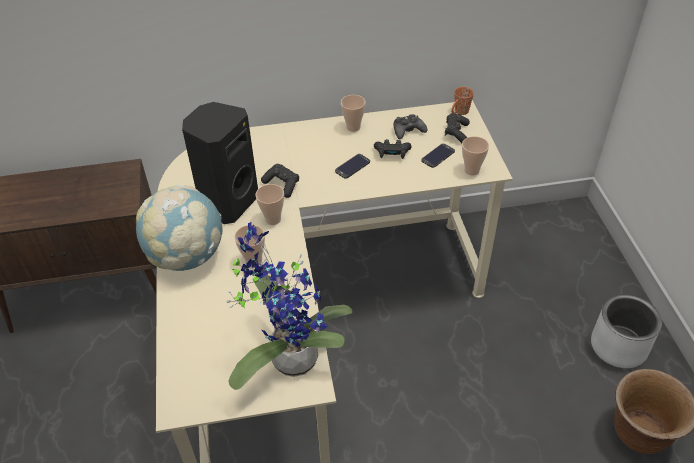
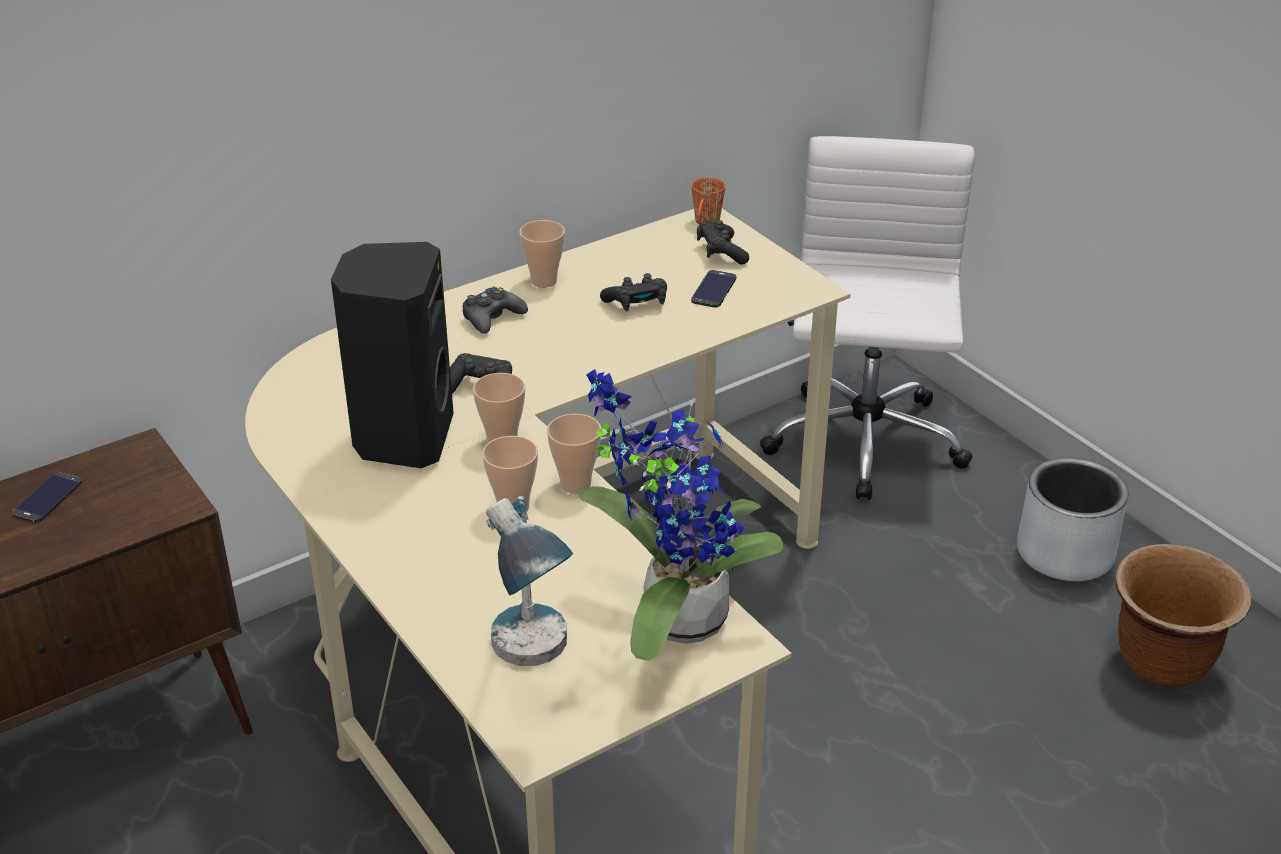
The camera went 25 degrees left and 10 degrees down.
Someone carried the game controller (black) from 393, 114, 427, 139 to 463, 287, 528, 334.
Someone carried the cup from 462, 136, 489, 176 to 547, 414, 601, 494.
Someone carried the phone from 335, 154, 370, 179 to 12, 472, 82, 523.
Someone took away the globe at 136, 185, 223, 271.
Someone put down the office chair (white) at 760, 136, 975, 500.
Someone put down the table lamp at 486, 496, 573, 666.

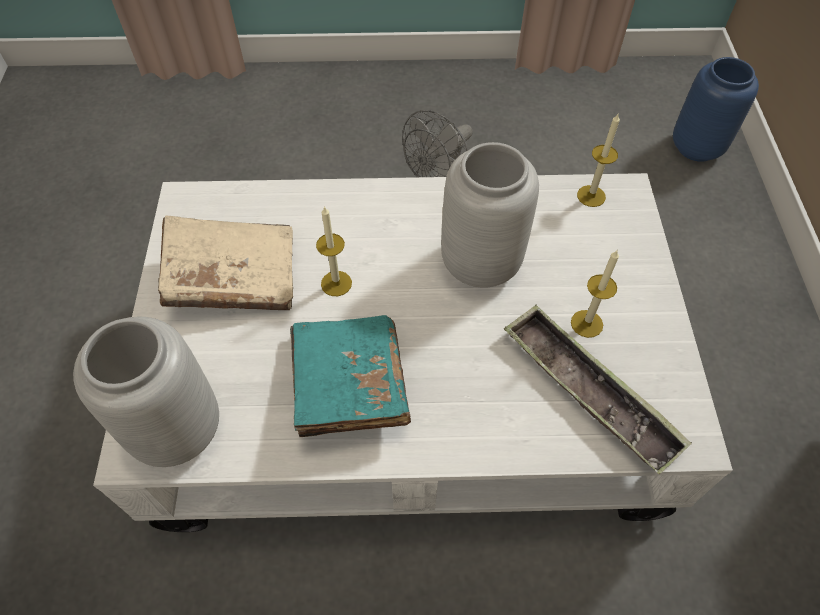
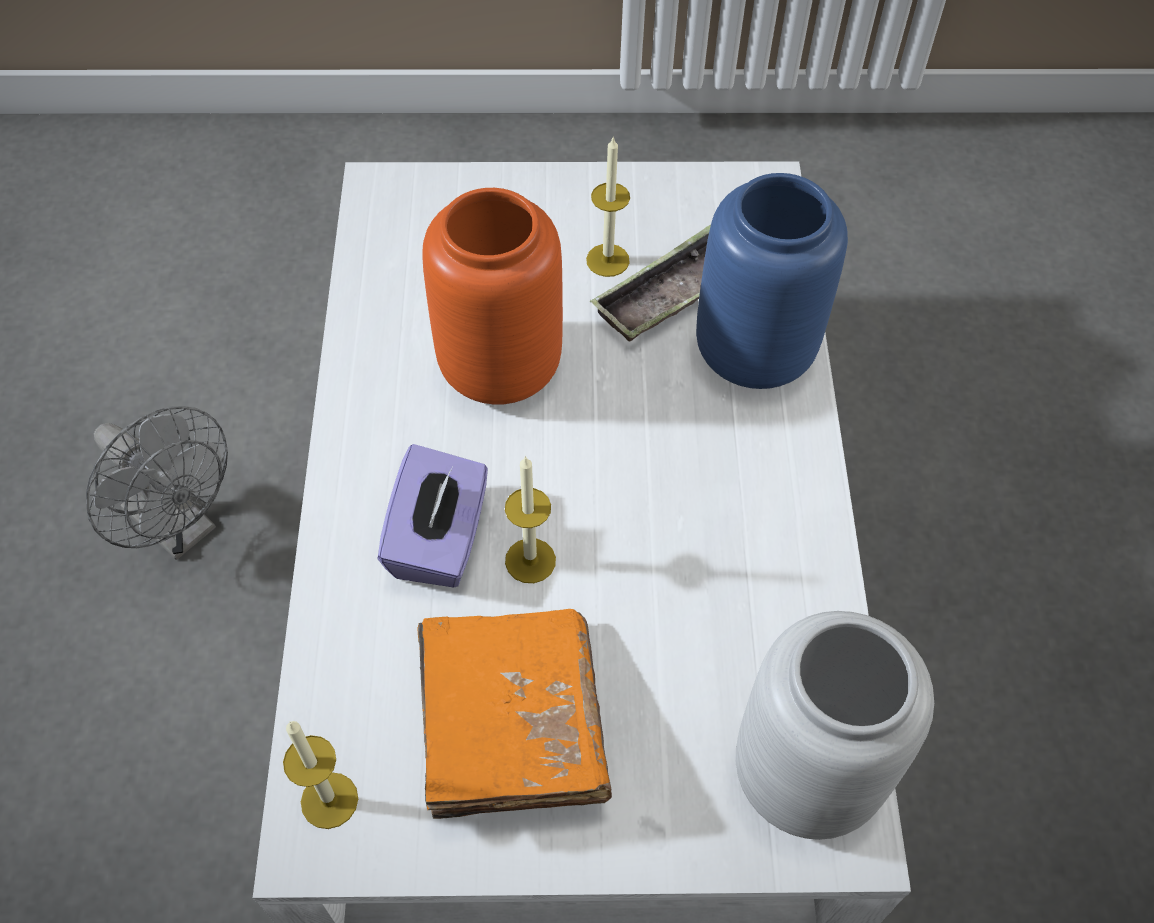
The camera went 90 degrees left and 0 degrees up.
Someone carried the vase (blue) from 673, 57, 759, 162 to 696, 173, 848, 389.
Someone carried the candle from 577, 114, 620, 207 to 283, 721, 358, 829.
Someone repainted the vase (grey) at 441, 142, 539, 288, which became the vase (orange) at 422, 188, 563, 405.
Someone repainted the book (beige) at 158, 215, 293, 310, which became the book (orange) at 417, 609, 612, 819.
Someone took away the book (turquoise) at 290, 315, 411, 437.
Someone put down the tissue box (purple) at 378, 444, 488, 587.

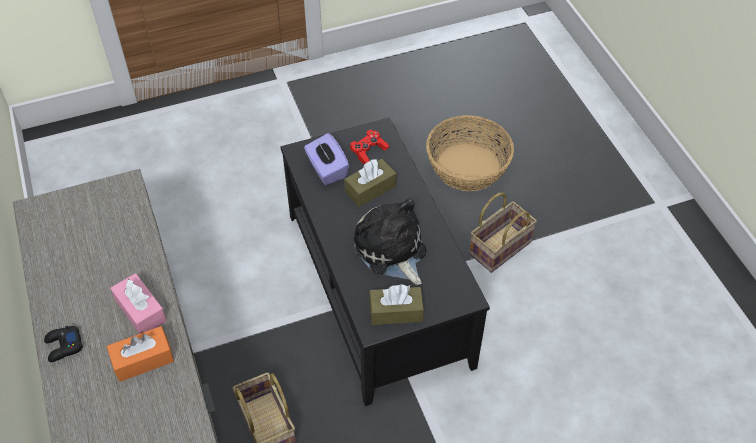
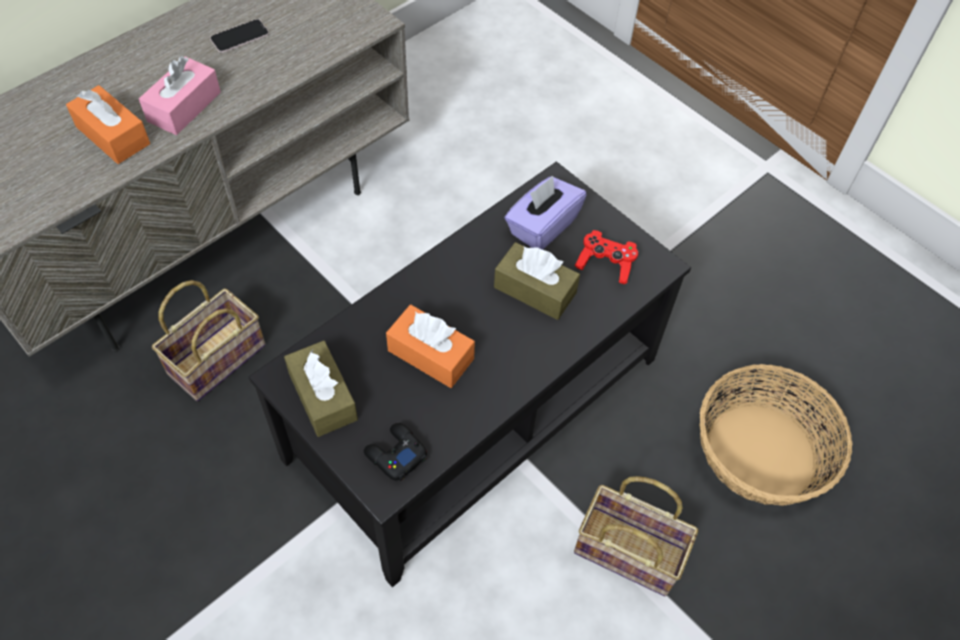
The camera went 65 degrees right and 5 degrees up.
Someone swapped the plush toy at 354, 198, 426, 285 for the tissue box (orange) at 386, 305, 475, 388.
Someone carried the game controller (black) from 44, 326, 83, 362 to 364, 423, 427, 481.
Someone put down the phone at 210, 19, 269, 53.

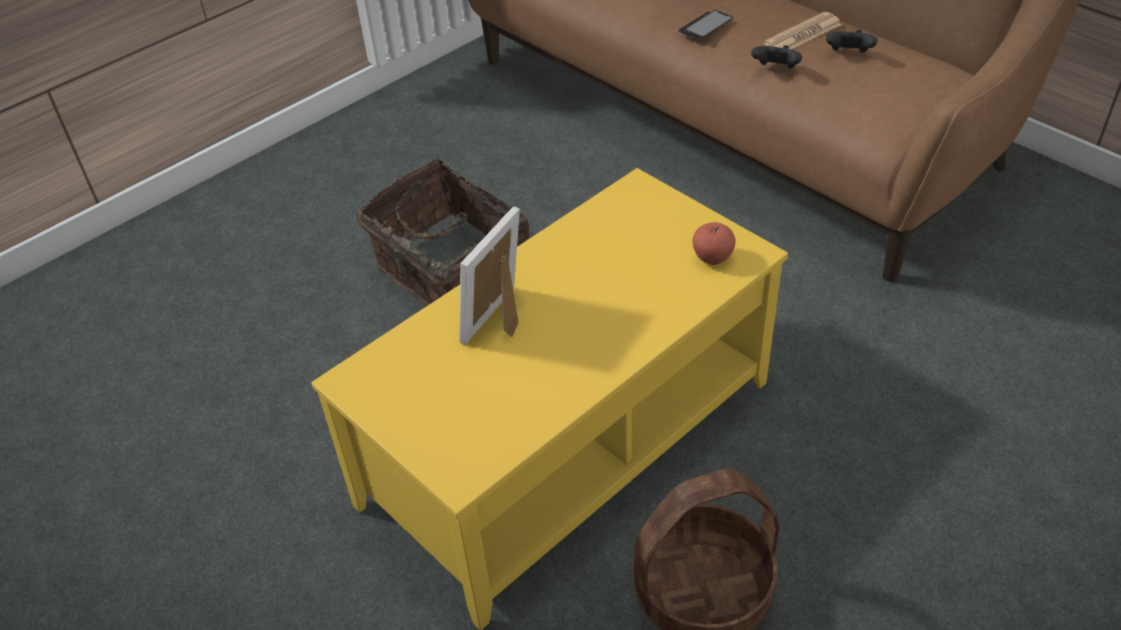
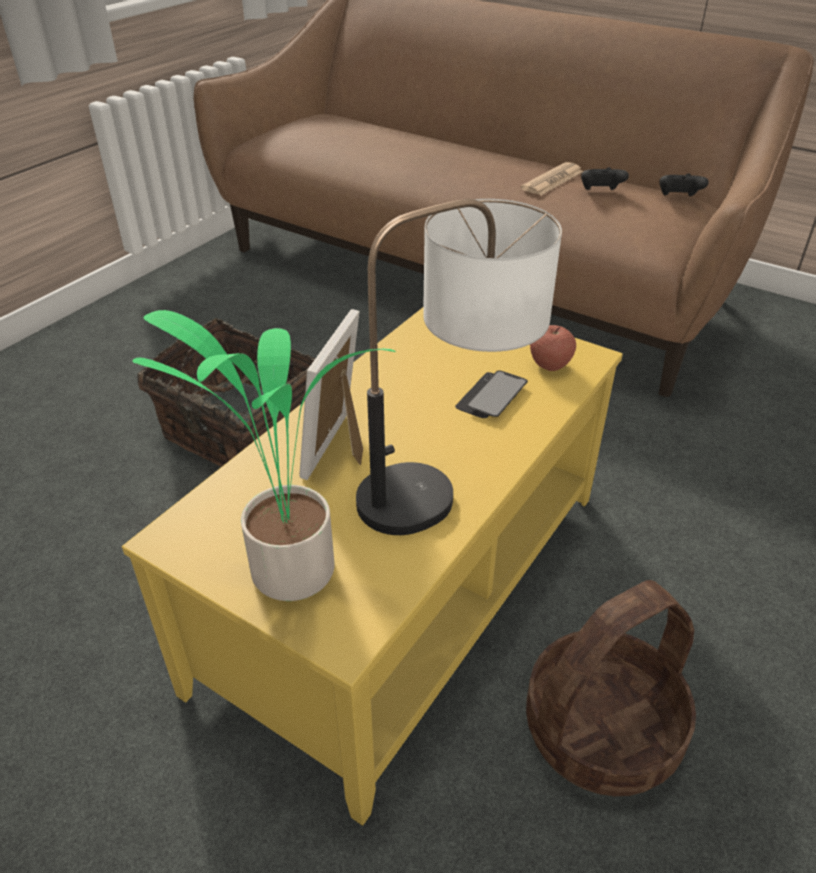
The camera went 15 degrees left and 5 degrees down.
Someone carried the phone from 678, 10, 733, 39 to 455, 371, 528, 418.
Someone carried the game controller (black) from 751, 45, 802, 68 to 659, 174, 709, 197.
Someone put down the table lamp at 356, 199, 562, 535.
Someone put down the potted plant at 132, 310, 396, 601.

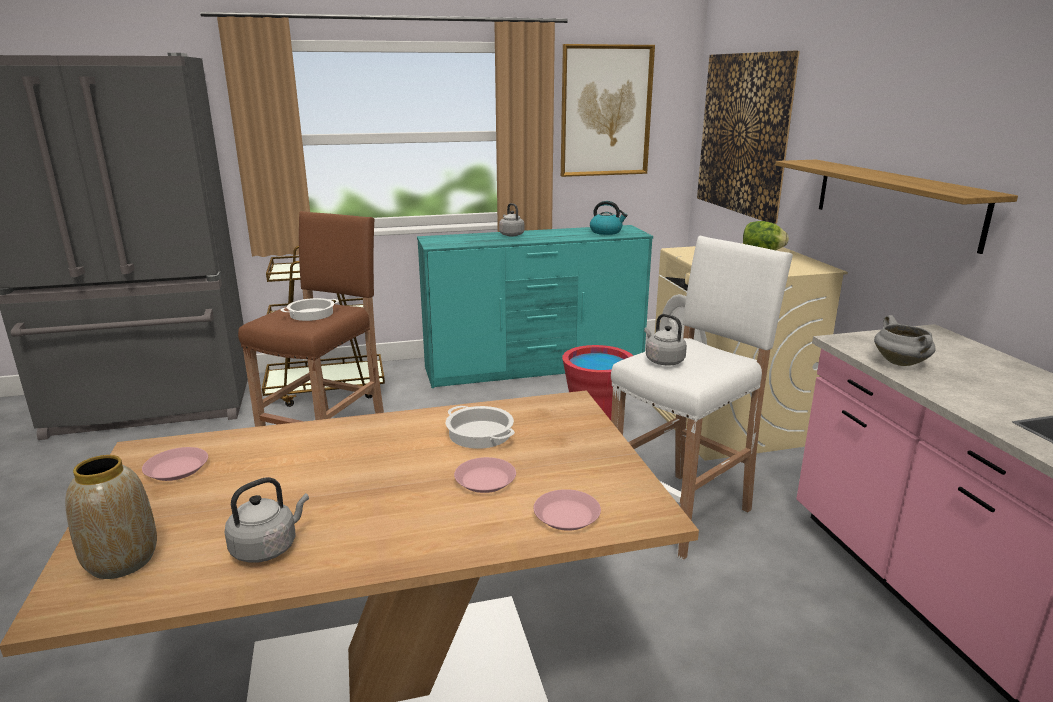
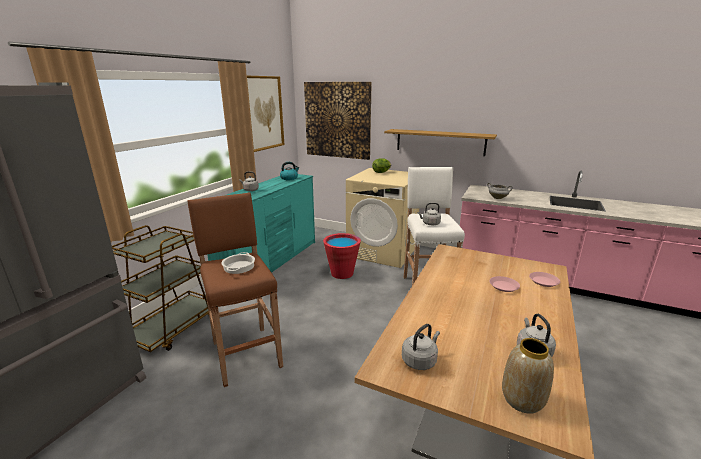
The camera went 50 degrees left and 0 degrees up.
Someone took away the cooking pot at 446, 406, 515, 449.
Someone swapped the plate (pink) at 142, 447, 208, 481 for the kettle (grey) at 402, 324, 440, 370.

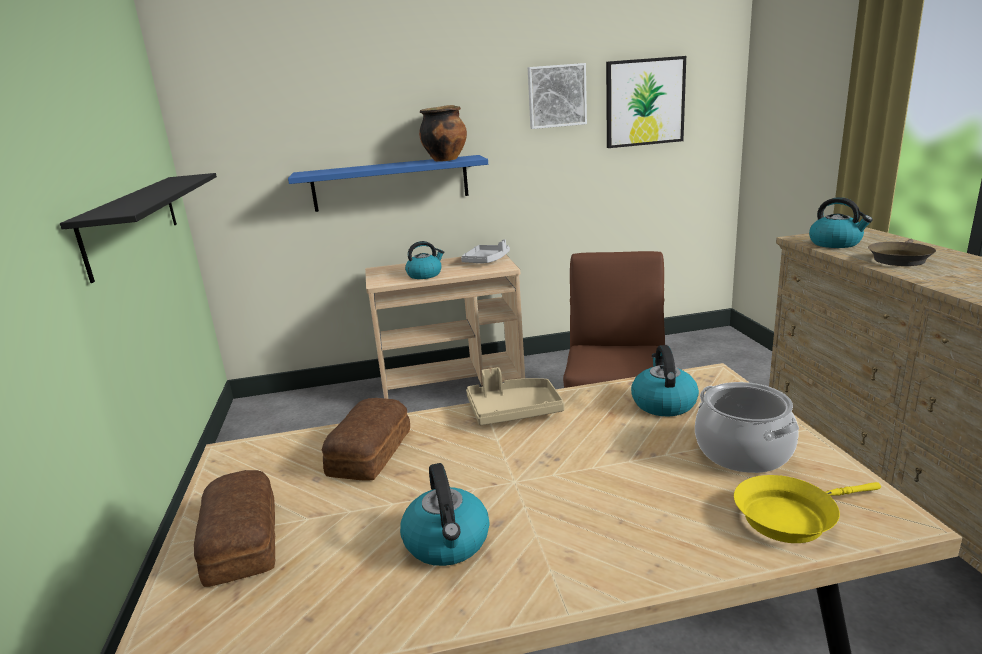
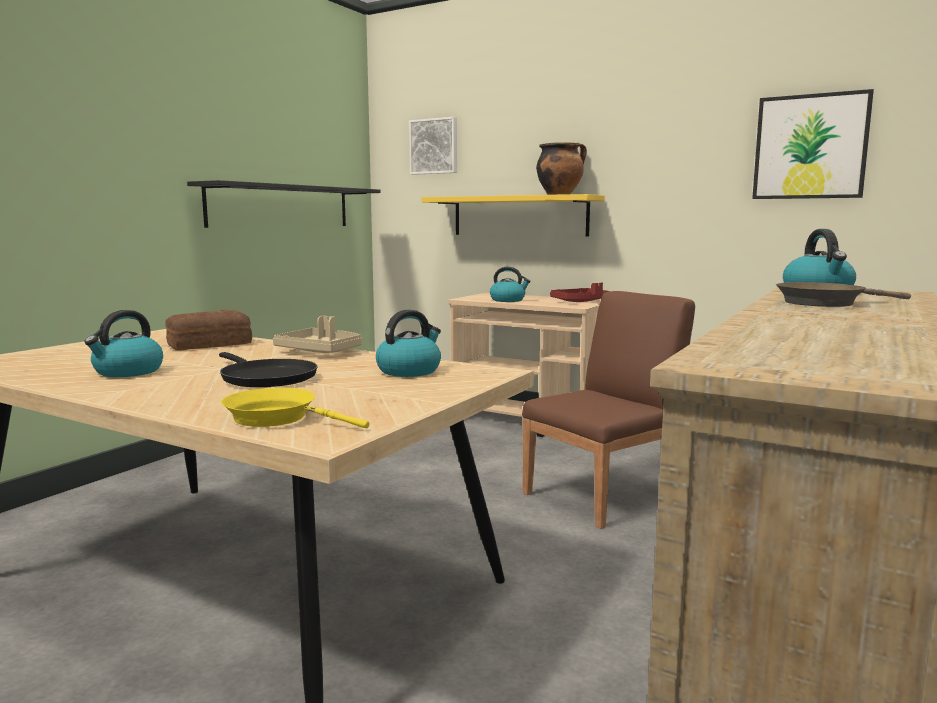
The camera went 40 degrees right and 10 degrees down.
Someone carried the picture from 528, 63, 587, 129 to 409, 117, 457, 175.
Someone repainted the shelf (blue) at 288, 155, 488, 212, which became the shelf (yellow) at 422, 194, 605, 236.
Someone repainted the tray (grey) at 461, 239, 510, 263, which became the tray (red) at 550, 283, 609, 302.
Someone took away the cooking pot at 695, 382, 799, 473.
Someone took away the bread at 194, 470, 275, 587.
Someone put down the frying pan (black) at 219, 352, 318, 387.

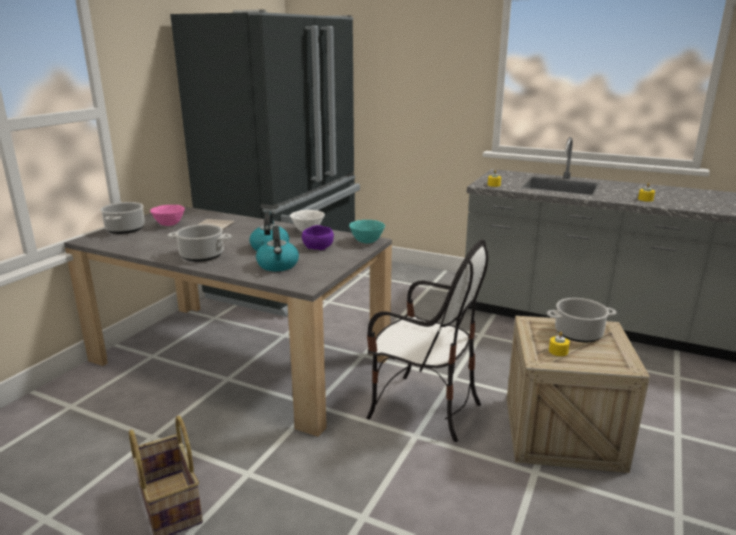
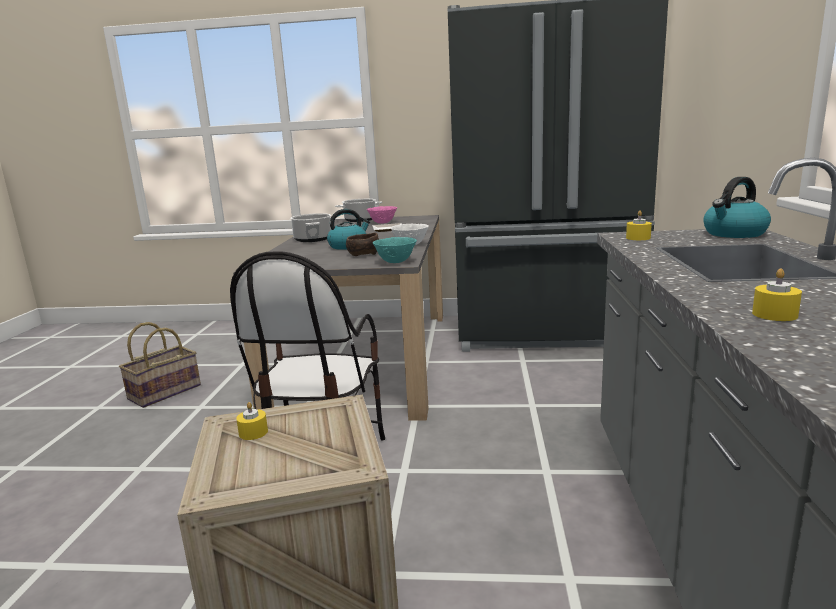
The camera went 70 degrees right and 5 degrees down.
Someone repainted the bowl (purple) at 302, 225, 334, 250, which became the bowl (brown) at 346, 233, 379, 256.
Someone carried the kettle from 256, 226, 299, 271 to 703, 177, 771, 238.
Someone took away the cooking pot at 547, 298, 617, 342.

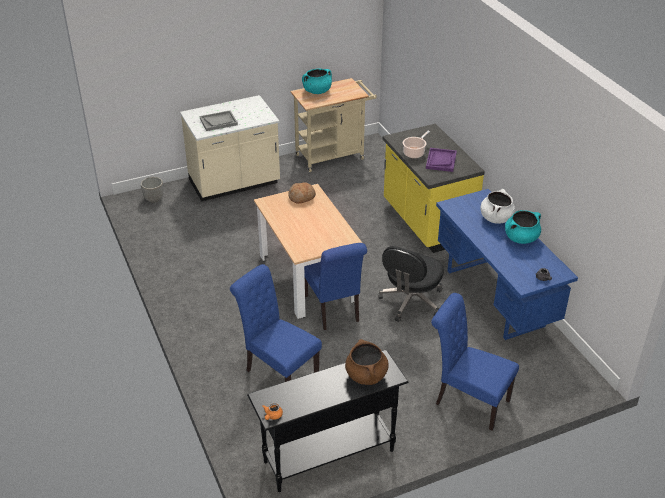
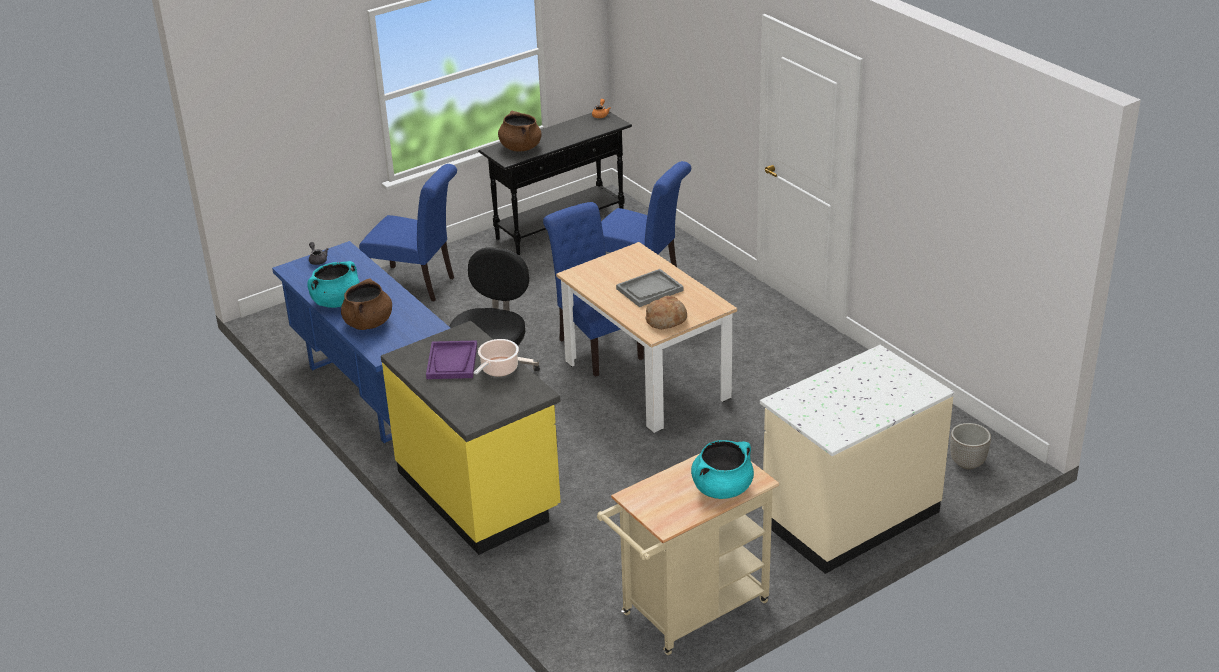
The camera went 170 degrees right and 5 degrees down.
Someone carried the tray (grey) from 200, 110, 238, 131 to 616, 269, 684, 307.
Someone repainted the cooking pot (white) at 480, 189, 515, 224, which became the cooking pot (brown) at 341, 278, 392, 330.

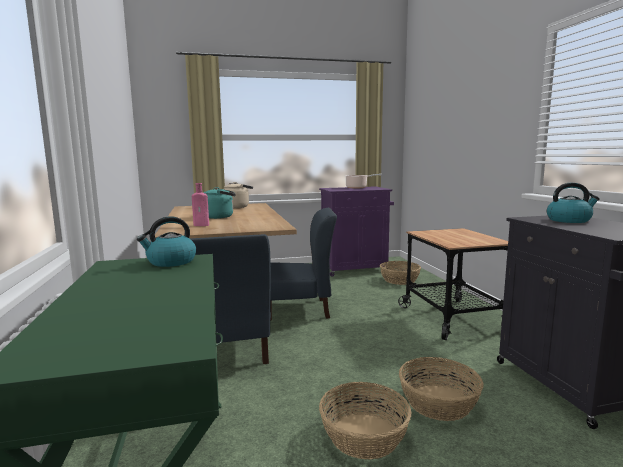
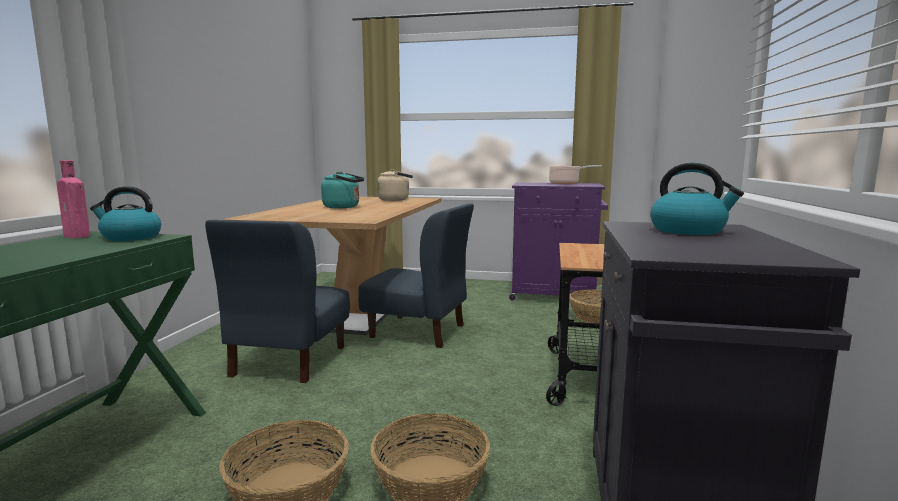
The camera went 25 degrees right and 0 degrees up.
Someone carried the bottle (pink) from 192, 183, 209, 226 to 57, 160, 90, 238.

